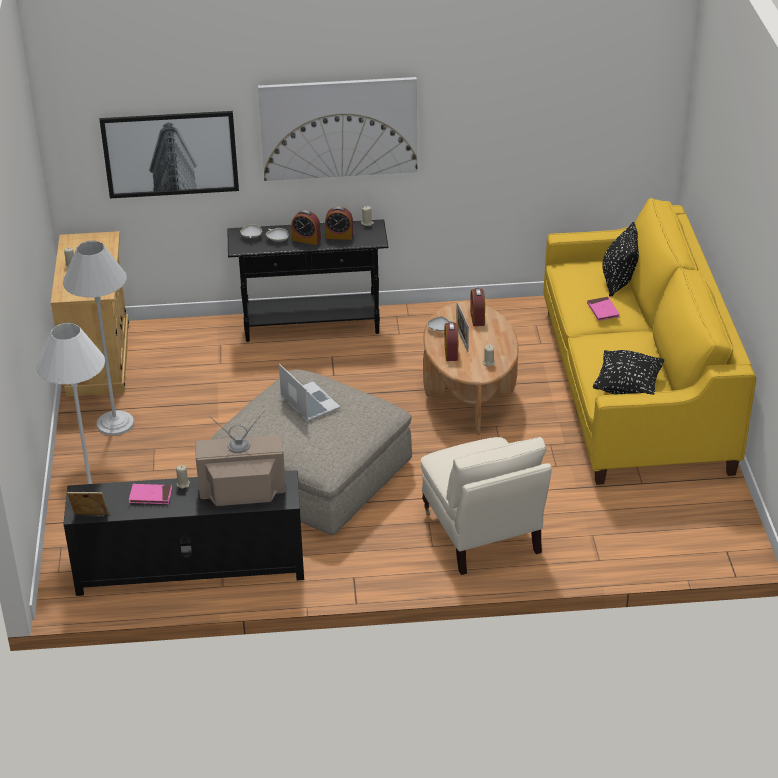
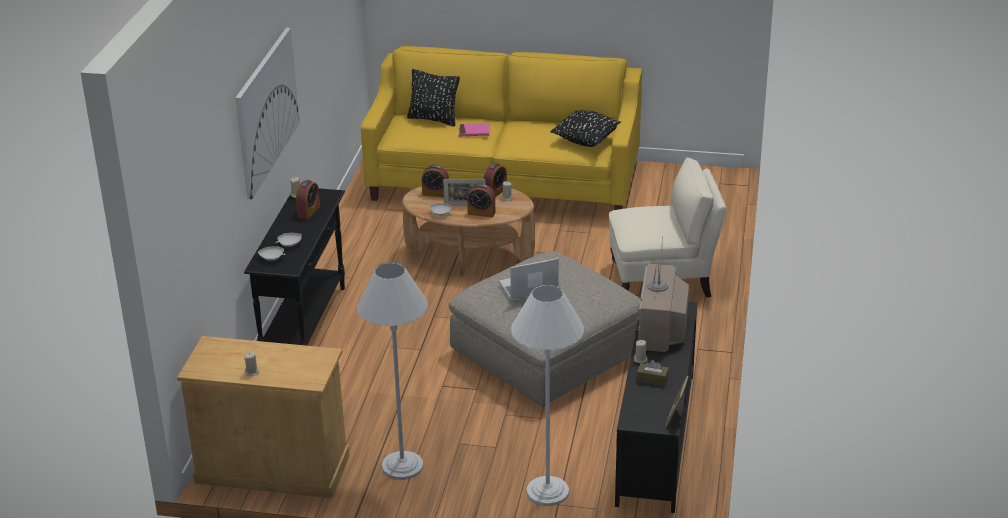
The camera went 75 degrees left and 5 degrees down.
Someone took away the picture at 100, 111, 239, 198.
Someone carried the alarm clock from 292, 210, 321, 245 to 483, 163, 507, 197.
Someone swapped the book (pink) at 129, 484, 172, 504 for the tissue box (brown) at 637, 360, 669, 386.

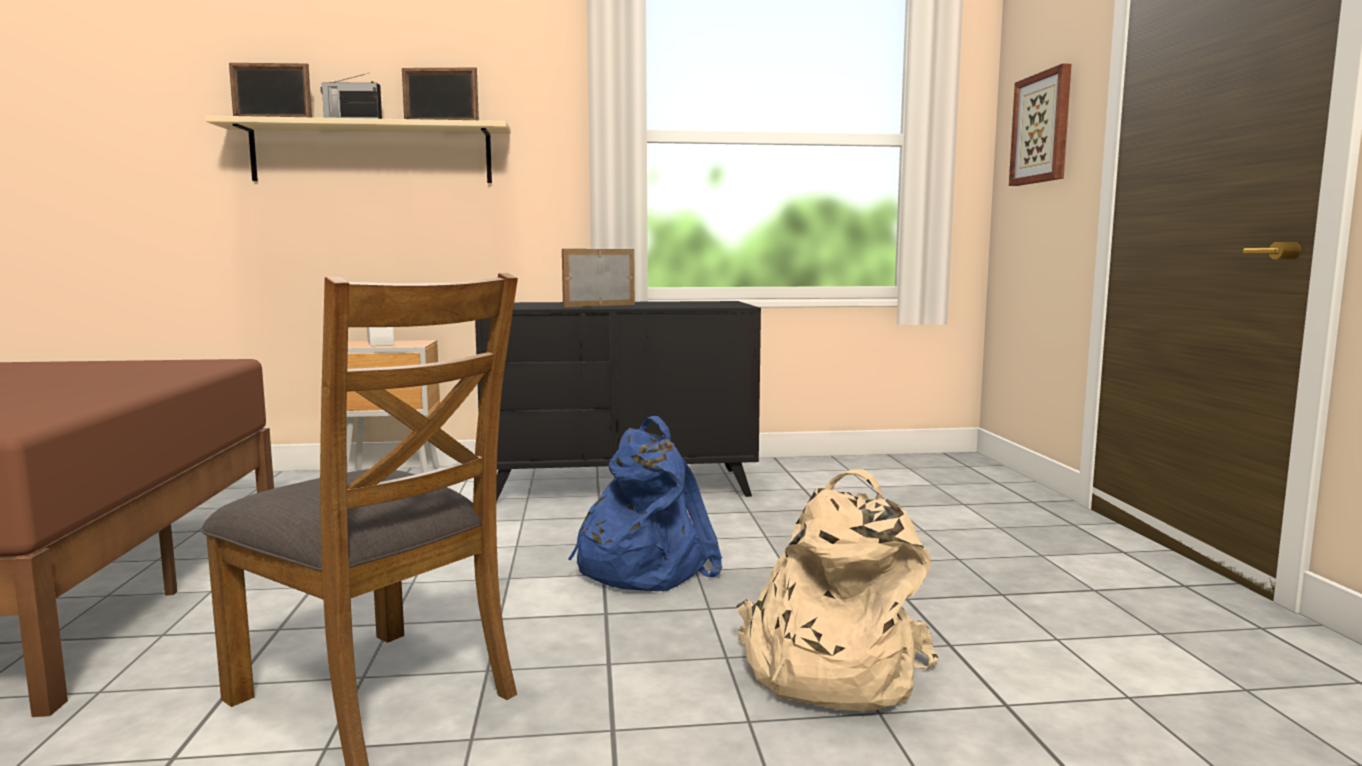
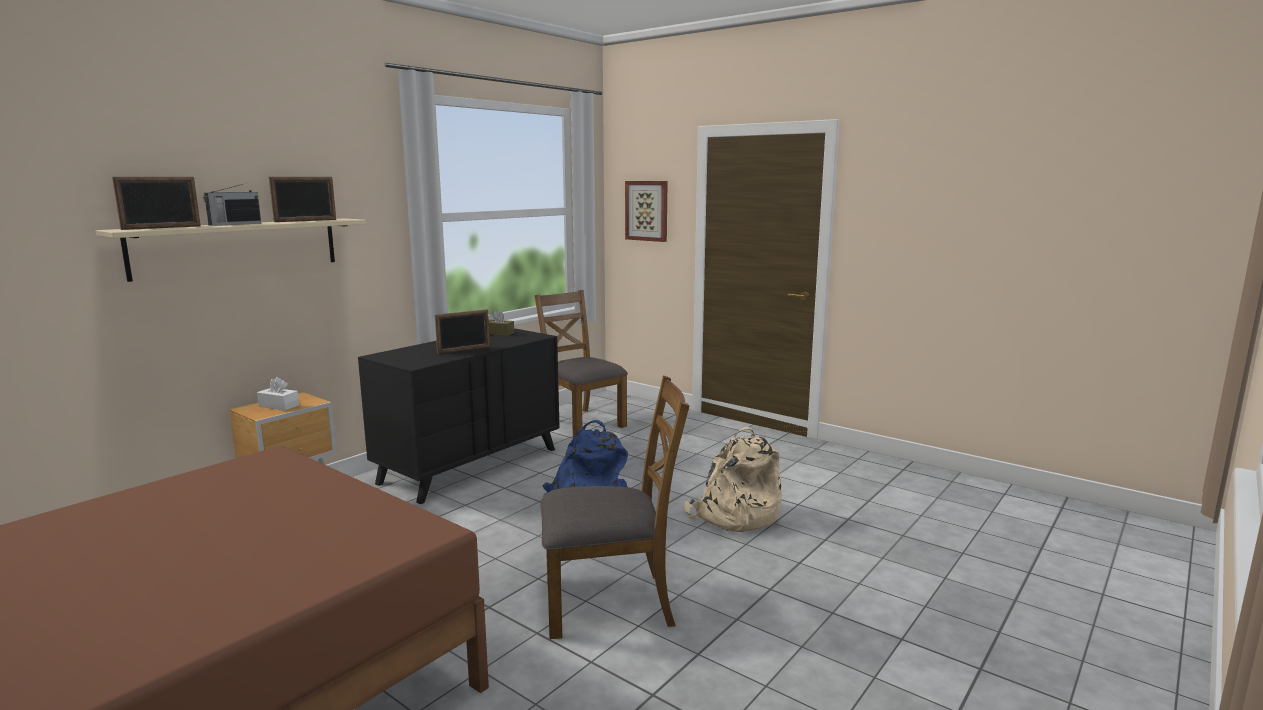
The camera went 45 degrees left and 5 degrees up.
Someone rotated the picture frame at 562, 249, 635, 308 by 135 degrees counterclockwise.
Someone put down the chair (brown) at 535, 290, 628, 438.
Someone put down the tissue box (brown) at 489, 310, 514, 336.

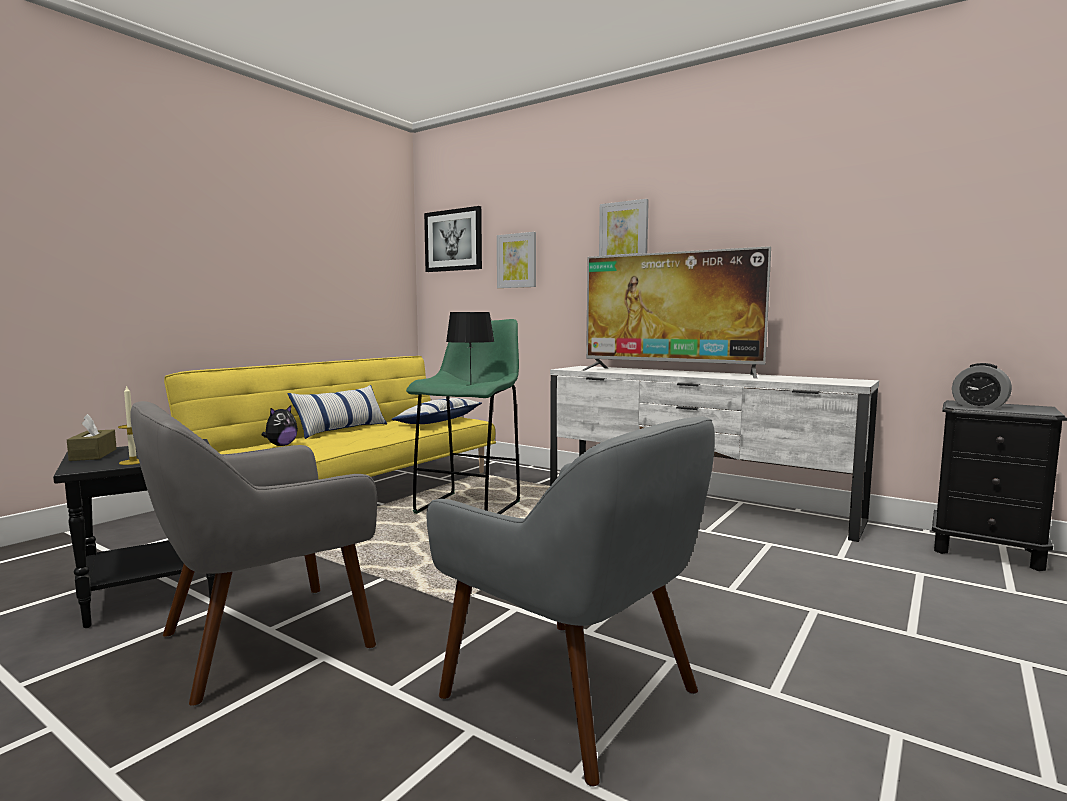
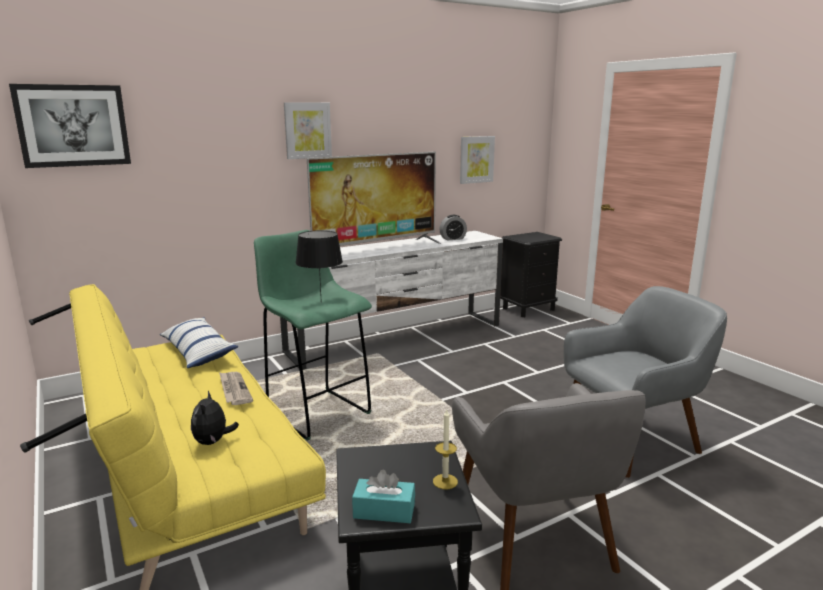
The camera went 65 degrees left and 10 degrees up.
Someone carried the picture from 497, 232, 536, 288 to 460, 136, 495, 184.
Someone carried the alarm clock from 952, 363, 1012, 409 to 439, 215, 467, 241.
Someone took away the pillow at 288, 385, 387, 439.
Someone rotated the plush toy at 262, 405, 298, 446 by 150 degrees counterclockwise.
Someone repainted the tissue box (brown) at 67, 414, 117, 461, which became the tissue box (turquoise) at 352, 470, 415, 523.
Someone put down the newspaper at 219, 372, 253, 405.

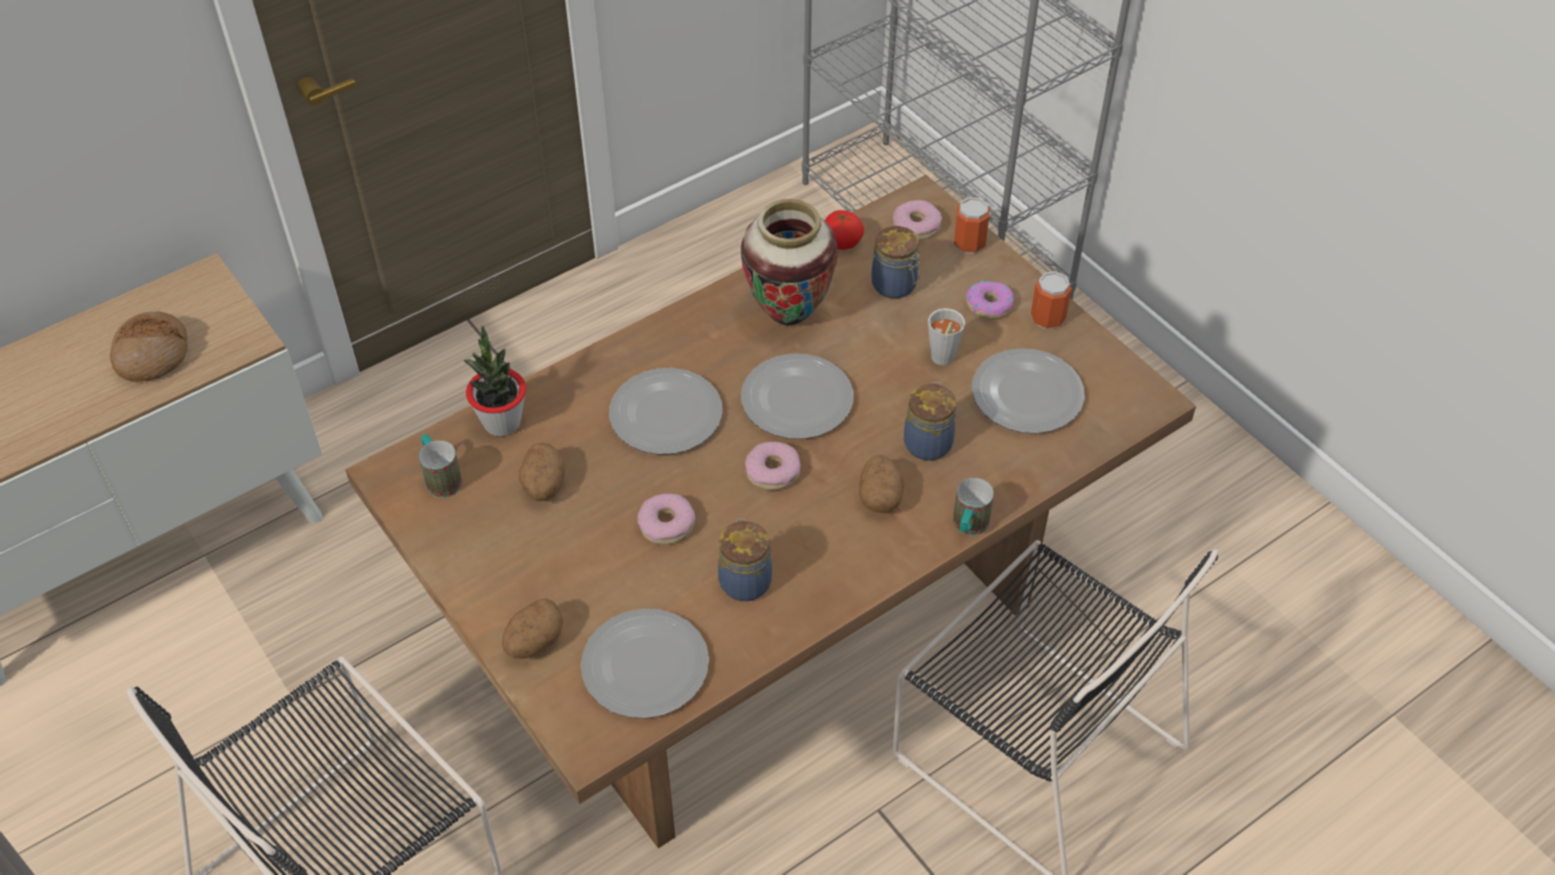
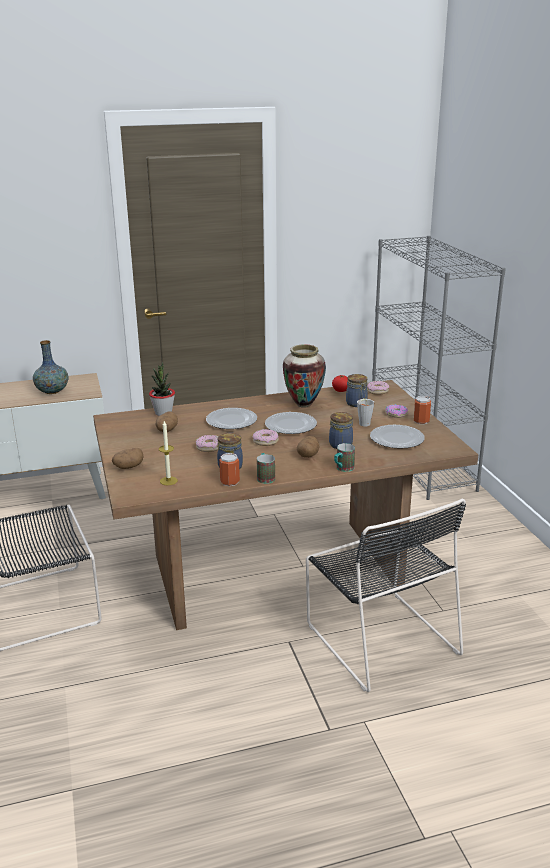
The camera went 20 degrees right and 25 degrees down.
Someone carried the can from 954, 197, 990, 254 to 219, 453, 240, 486.
Someone swapped the bread at 110, 311, 188, 382 for the vase at 33, 340, 69, 394.
Someone carried the mug from 419, 434, 462, 498 to 257, 453, 275, 484.
Someone swapped the plate at 581, 609, 709, 718 for the candle at 159, 421, 178, 485.

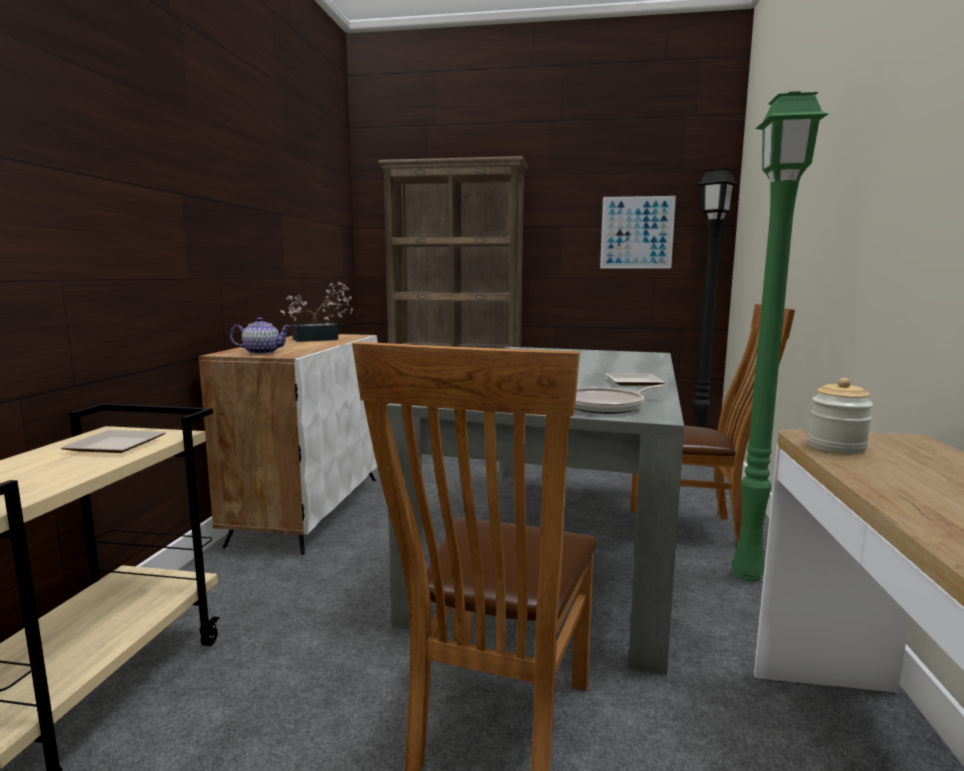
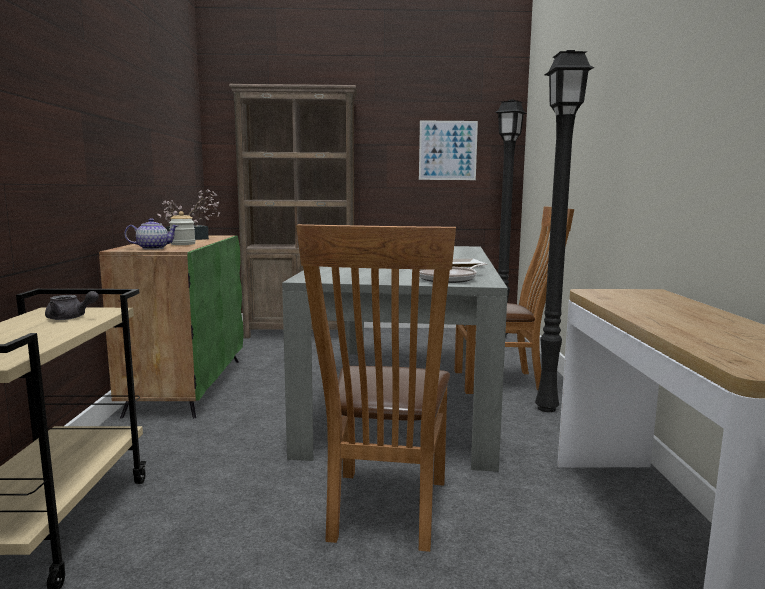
The camera went 10 degrees left and 0 degrees up.
Someone repainted the floor lamp (green) at 731, 91, 829, 582, which became the floor lamp (black) at 535, 50, 595, 412.
Someone repainted the cabinet (white) at 199, 334, 378, 555, which became the cabinet (green) at 99, 235, 244, 418.
Someone carried the jar from 808, 378, 873, 454 to 169, 211, 196, 245.
Someone swapped the plate at 61, 430, 166, 453 for the teapot (grey) at 45, 291, 99, 320.

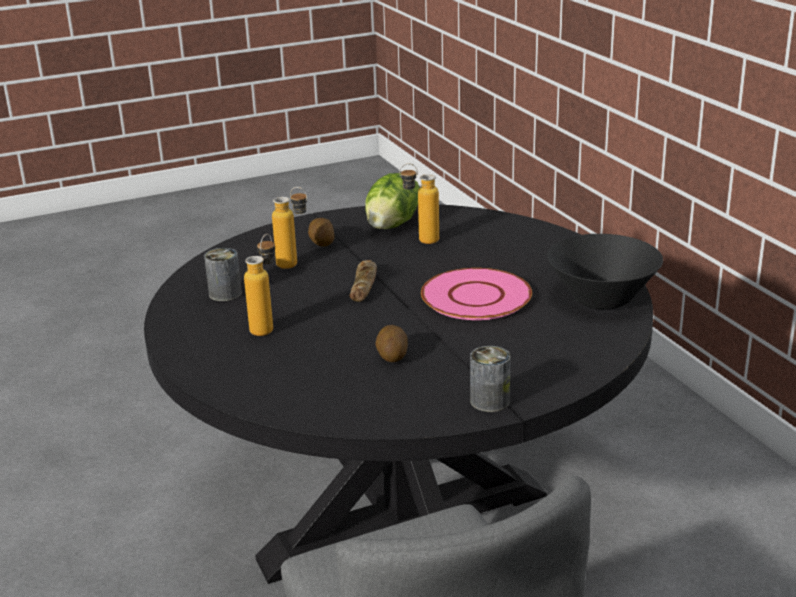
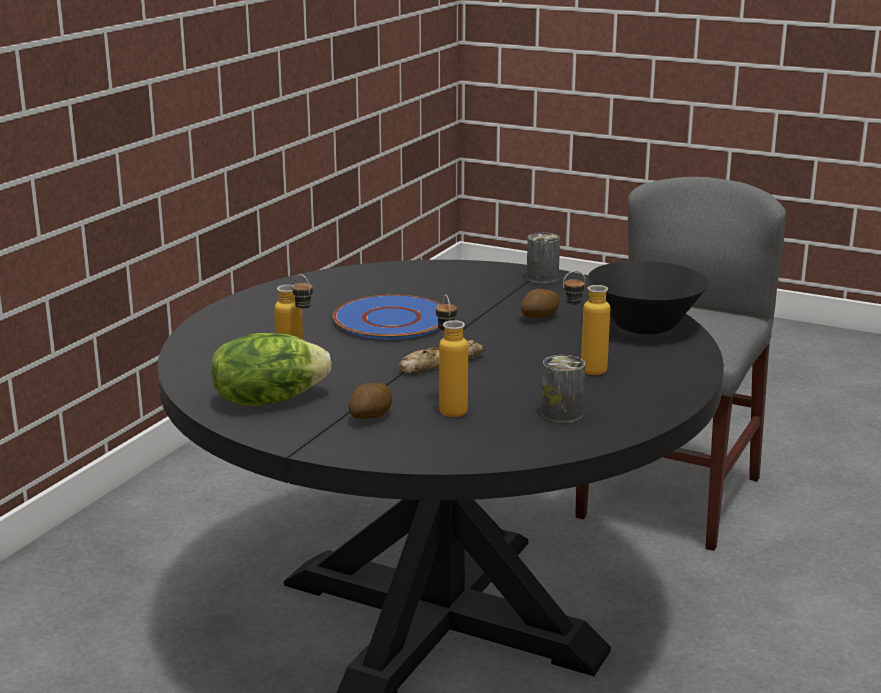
The camera went 130 degrees left and 5 degrees down.
Someone carried the bowl (black) from 547, 234, 663, 310 to 588, 261, 709, 334.
Someone repainted the plate (pink) at 421, 268, 532, 320, which became the plate (blue) at 333, 295, 441, 340.

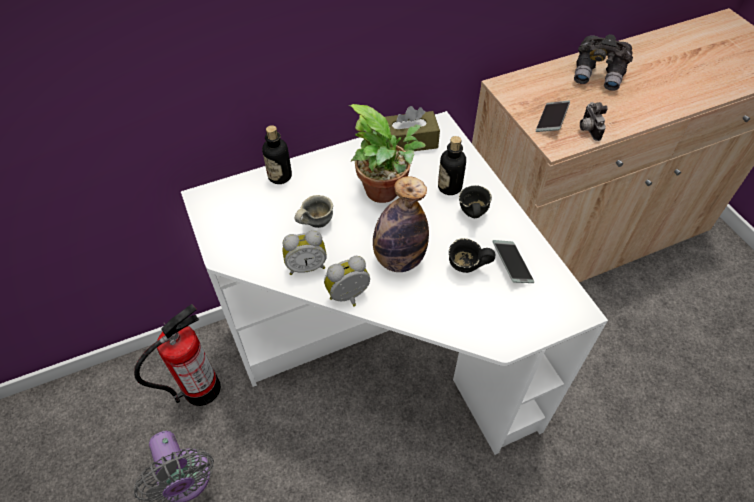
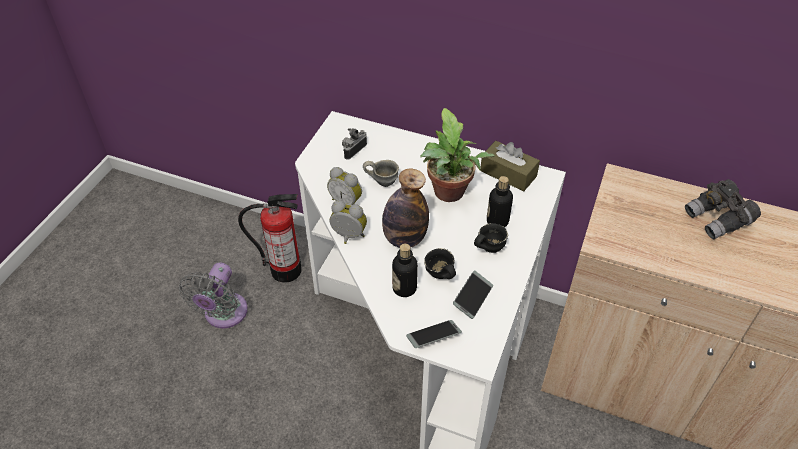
The camera went 45 degrees right and 5 degrees down.
Someone carried the phone from 536, 101, 570, 132 to 406, 320, 462, 348.
Someone carried the photo camera from 580, 102, 608, 141 to 342, 128, 367, 160.
Someone carried the bottle from 262, 125, 292, 184 to 392, 244, 418, 297.

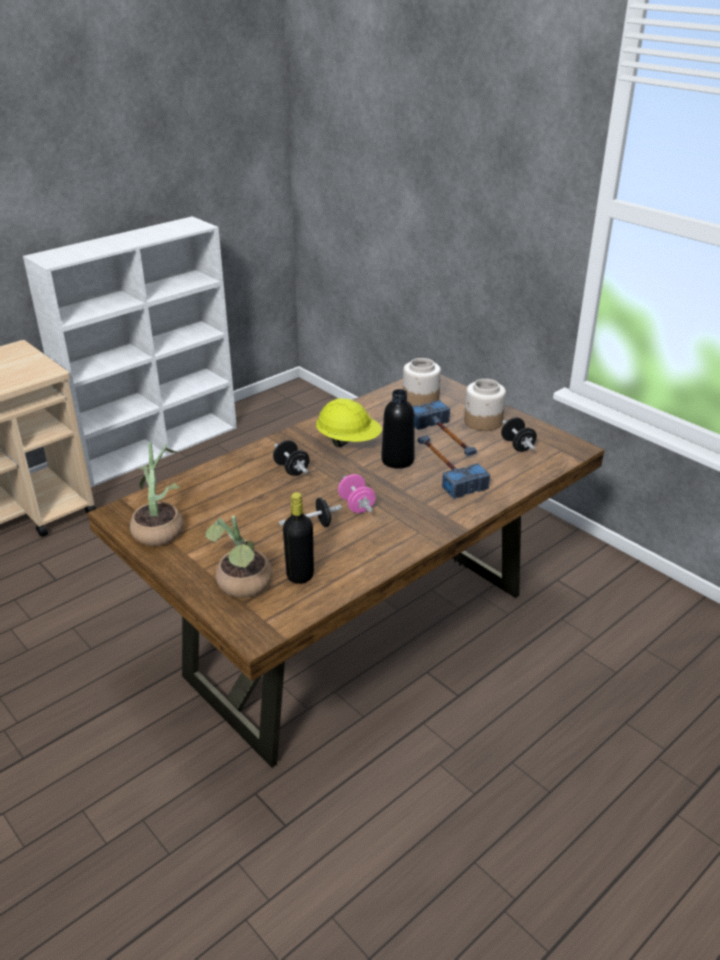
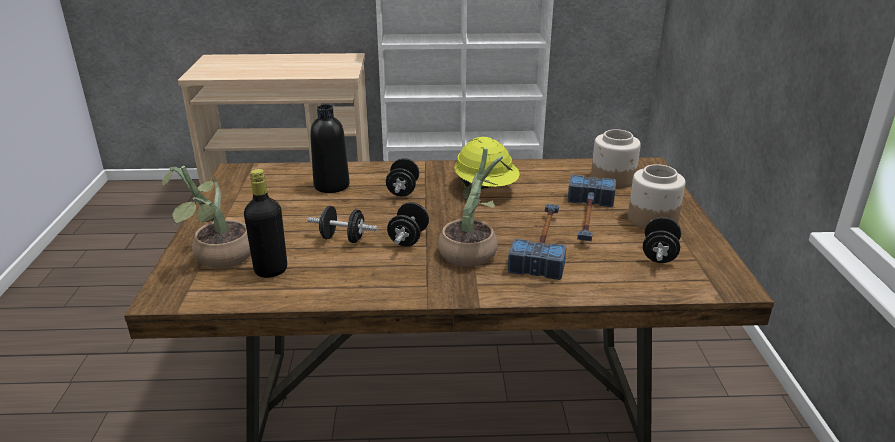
The camera went 40 degrees right and 5 degrees down.
Someone carried the bottle (black) from 381, 389, 415, 469 to 310, 105, 350, 193.
Someone carried the potted plant from 130, 442, 183, 546 to 438, 148, 513, 267.
Someone repainted the dumbbell (pink) at 338, 474, 375, 513, which became the dumbbell (black) at 387, 202, 429, 246.

